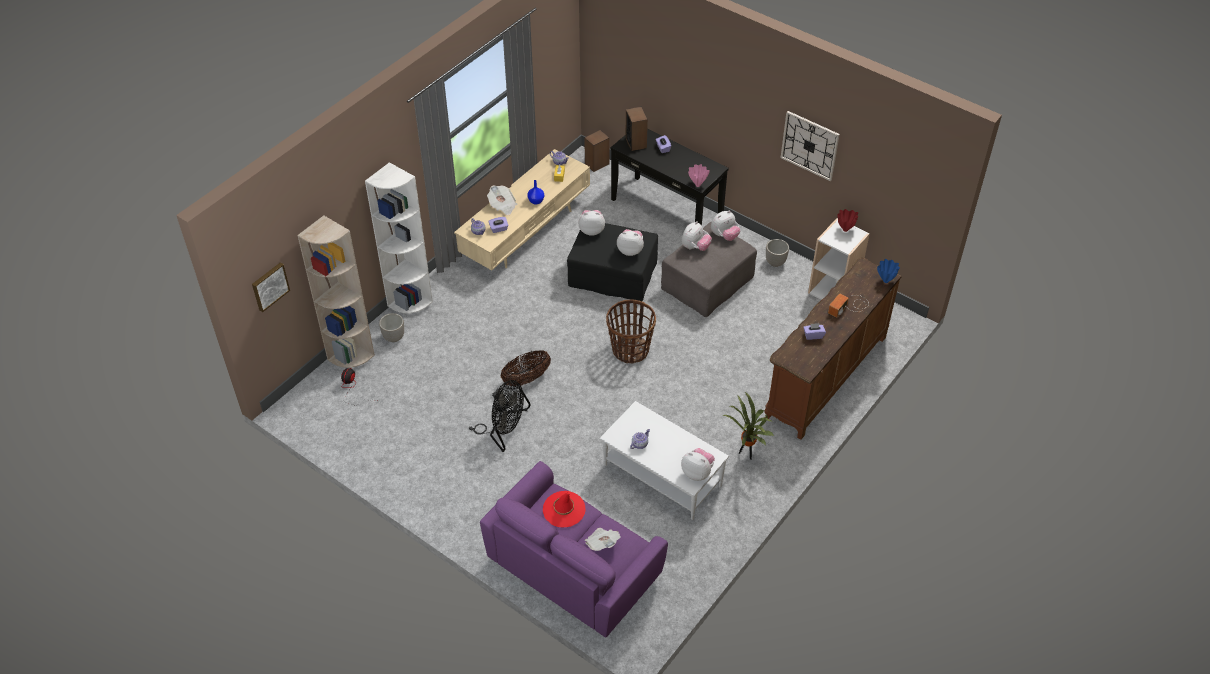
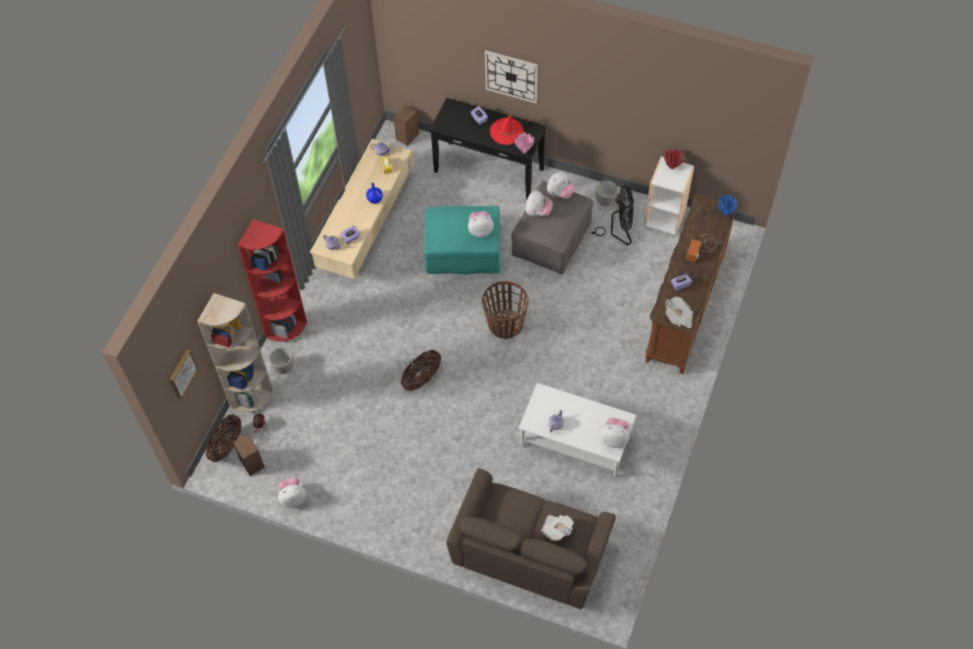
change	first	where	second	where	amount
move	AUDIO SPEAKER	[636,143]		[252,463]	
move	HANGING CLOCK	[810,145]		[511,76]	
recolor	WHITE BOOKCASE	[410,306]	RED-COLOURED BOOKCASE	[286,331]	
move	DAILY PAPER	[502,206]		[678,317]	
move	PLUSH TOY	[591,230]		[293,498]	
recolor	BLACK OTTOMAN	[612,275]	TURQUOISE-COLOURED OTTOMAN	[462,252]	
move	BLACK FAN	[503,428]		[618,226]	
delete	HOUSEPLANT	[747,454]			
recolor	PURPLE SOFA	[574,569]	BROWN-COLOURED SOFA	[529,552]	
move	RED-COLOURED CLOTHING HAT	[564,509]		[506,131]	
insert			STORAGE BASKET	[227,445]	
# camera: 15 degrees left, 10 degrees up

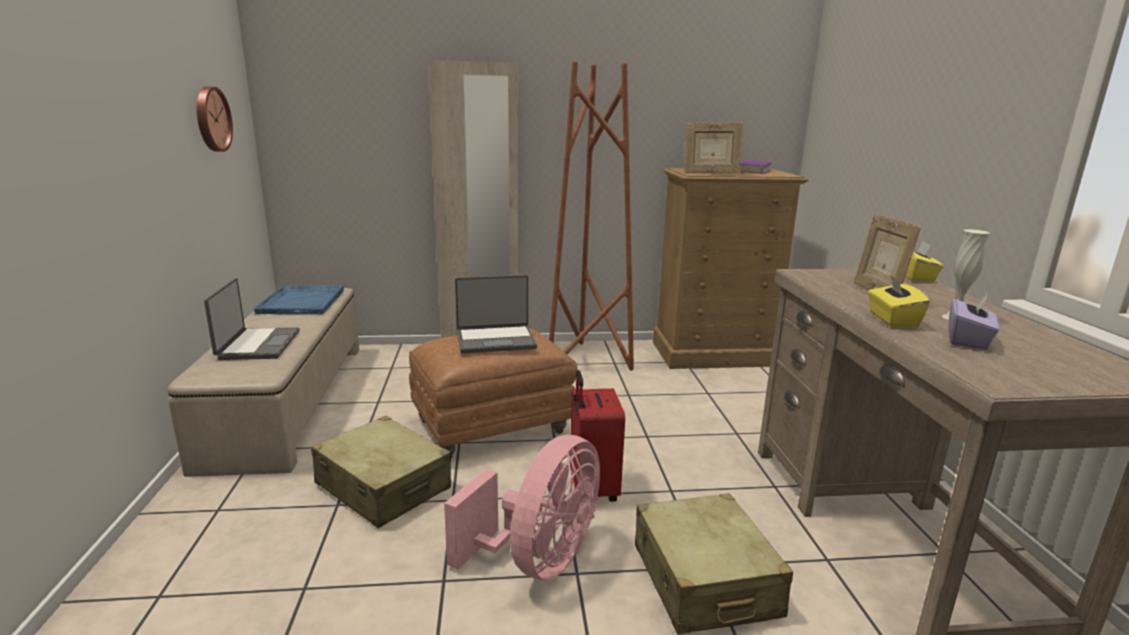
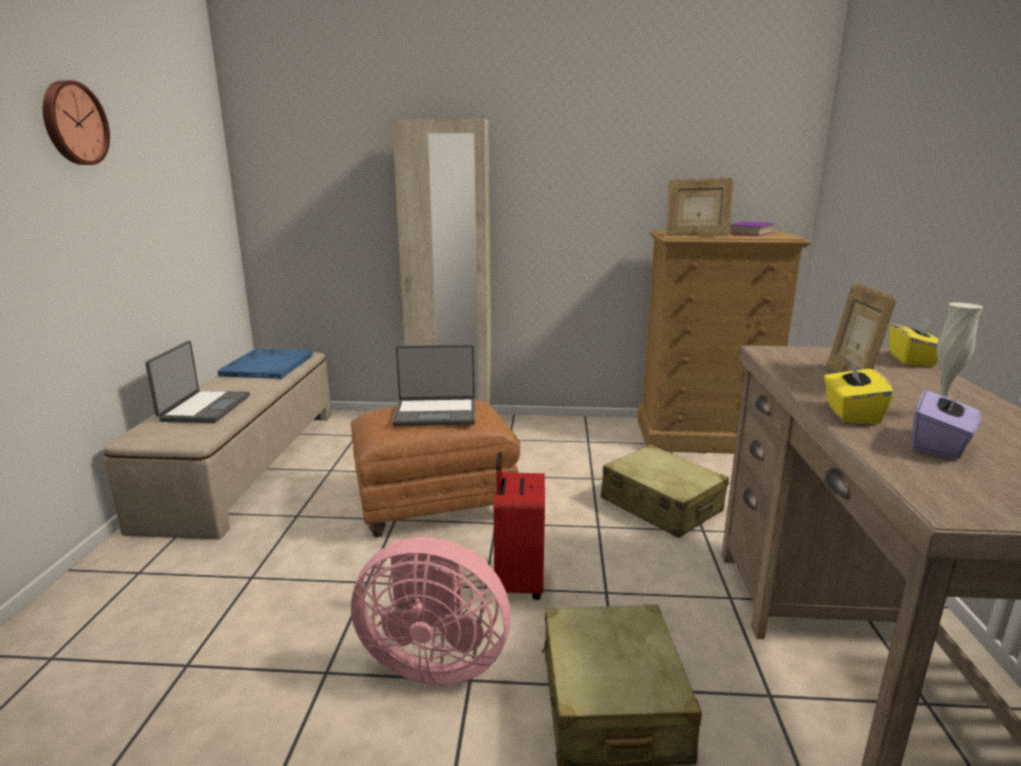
change	first	where	second	where	amount
delete	BROWN-COLOURED CLOTHES RACK	[587,361]			
move	HANGING CLOCK	[211,119]		[73,123]	
move	SAND-COLOURED PIECE OF LUGGAGE	[383,486]		[661,505]	
rotate	PINK FAN	[538,560]		[433,660]	60 degrees clockwise
# camera: 10 degrees right, 0 degrees up

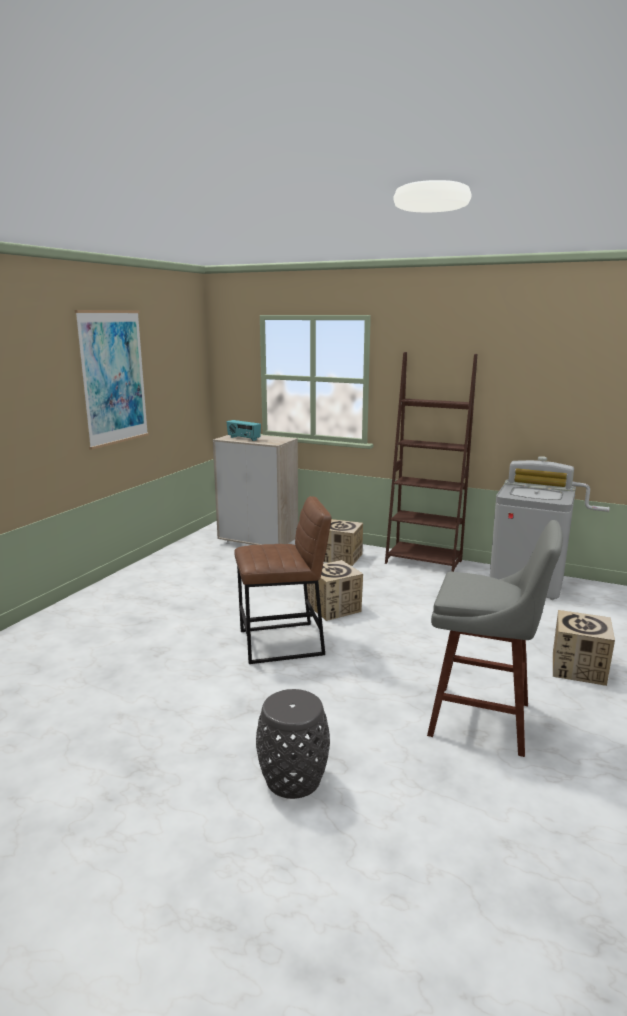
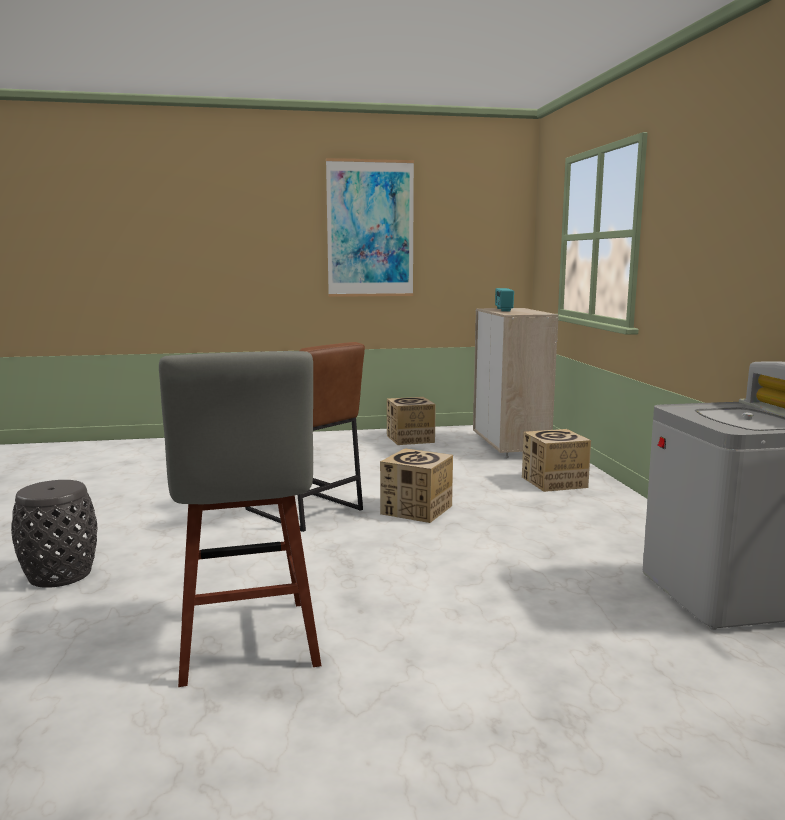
change	first	where	second	where	amount
delete	BROWN-COLOURED BOOKCASE	[423,562]			
move	CARTON	[578,668]		[410,439]	
# camera: 55 degrees right, 5 degrees down

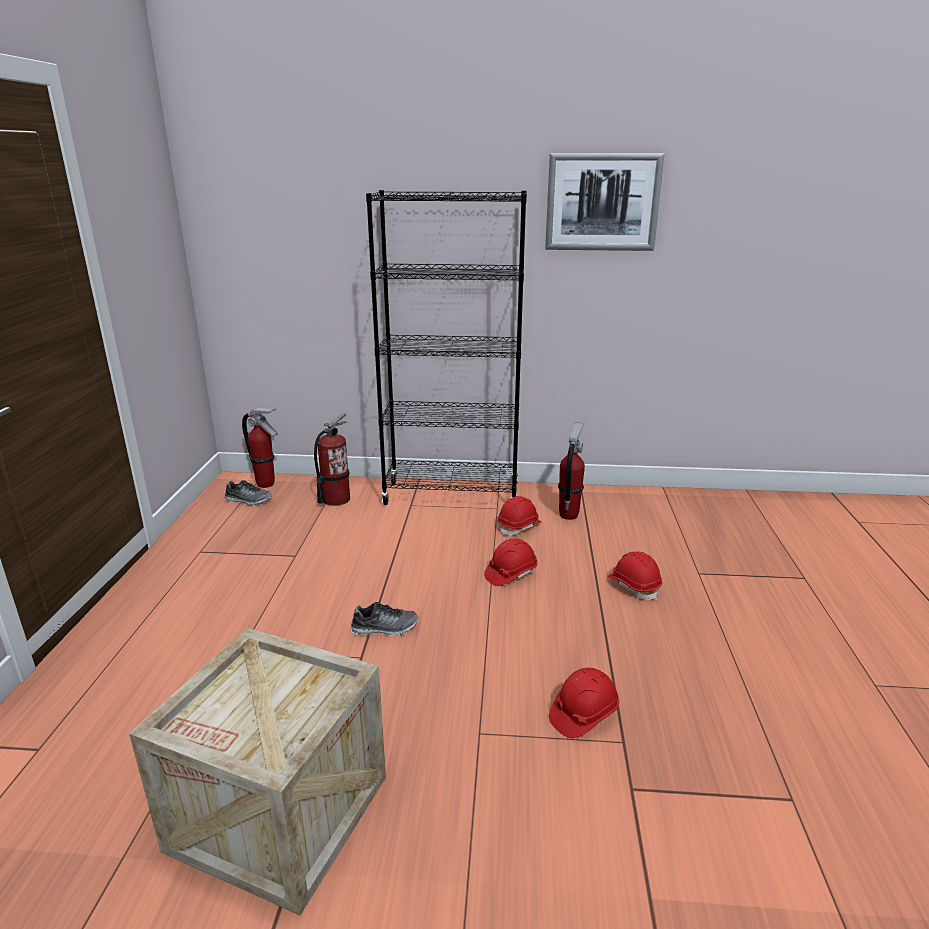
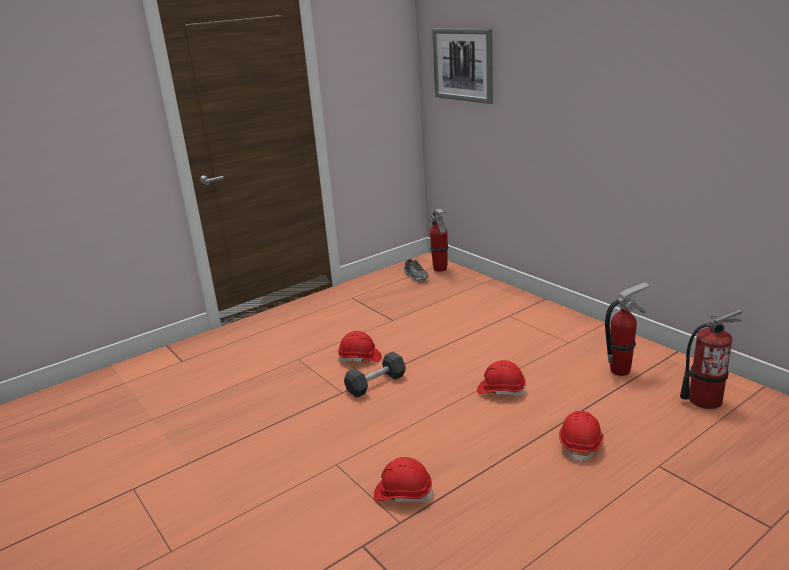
change	first	where	second	where	amount
move	WALL ART	[602,202]		[463,65]	
delete	BLACK BOOKCASE	[452,496]			
move	EXTINGUISHER	[335,499]		[704,400]	
move	RED-COLOURED SAFETY HELMET	[519,526]		[360,358]	
replace	LOW SHOE	[385,628]	BLACK HAND WEIGHT	[376,384]	
delete	CRATE	[279,812]			
# camera: 50 degrees right, 0 degrees up

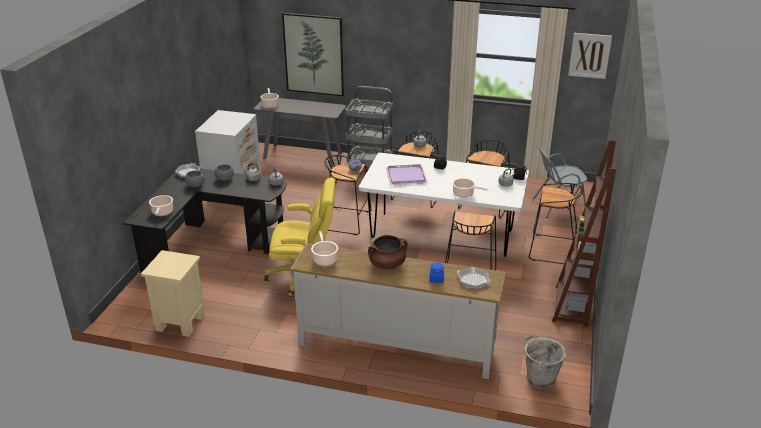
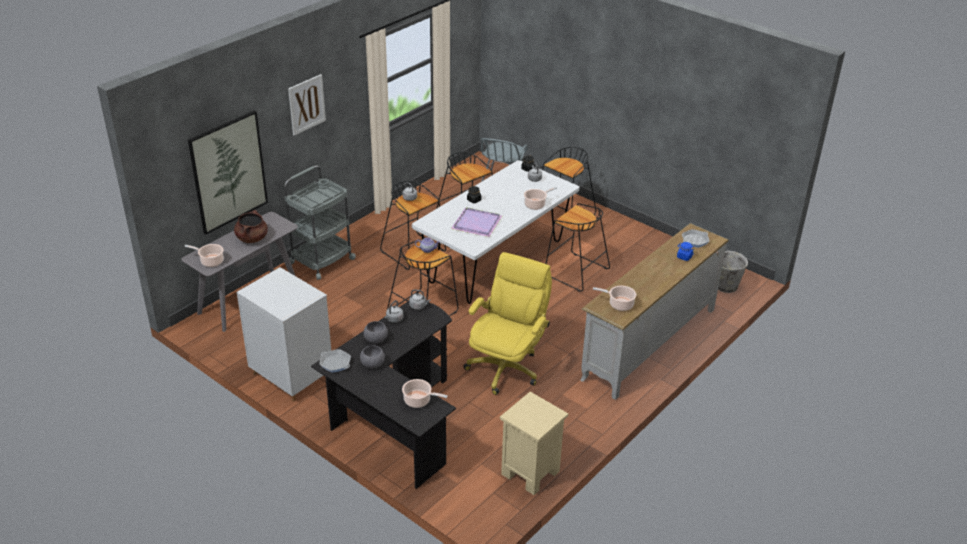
change	first	where	second	where	amount
move	WALL ART	[589,55]		[306,104]	
delete	BROWN-COLOURED BOOKCASE	[571,306]			
move	BROWN-COLOURED COOKING POT	[387,264]		[252,238]	
# camera: 65 degrees left, 5 degrees up

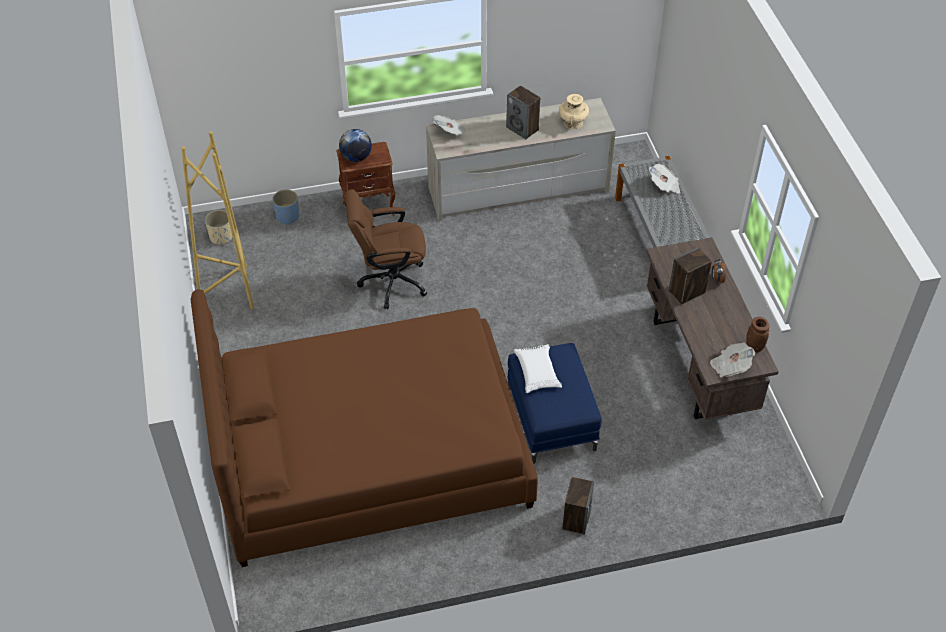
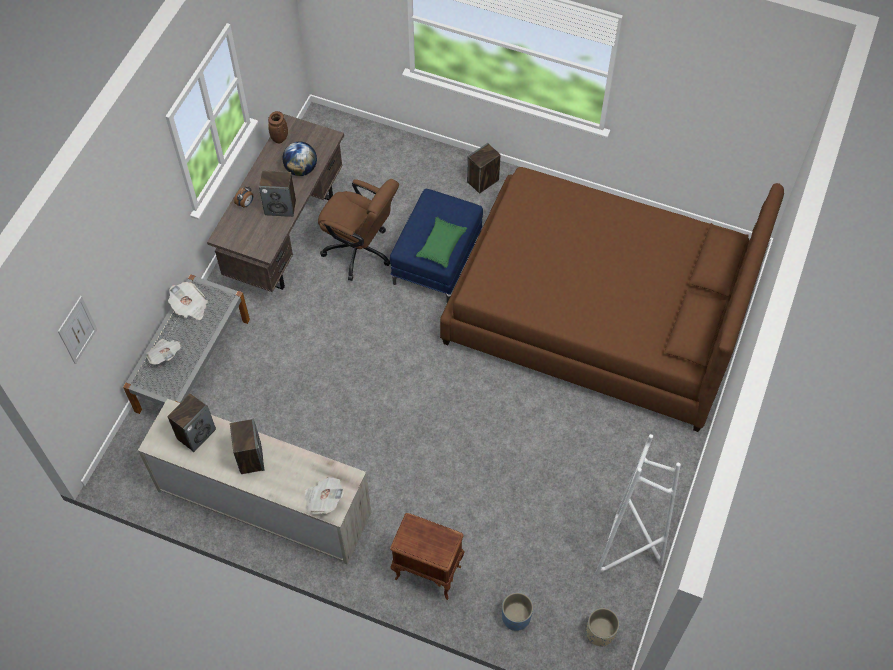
change	first	where	second	where	amount
replace	SAND-COLOURED VASE	[573,123]	AUDIO SPEAKER	[196,434]	
move	DESK GLOBE	[356,157]		[301,169]	
recolor	YELLOW-COLOURED CLOTHES RACK	[232,291]	WHITE CLOTHES RACK	[625,551]	
move	BROWN-COLOURED COMPUTER CHAIR	[390,283]		[361,252]	
move	DAILY PAPER	[730,366]		[190,307]	
recolor	WHITE CUSHION	[537,371]	GREENISH CUSHION	[441,244]	
insert			WALL ART	[77,330]	
# camera: 145 degrees left, 10 degrees up

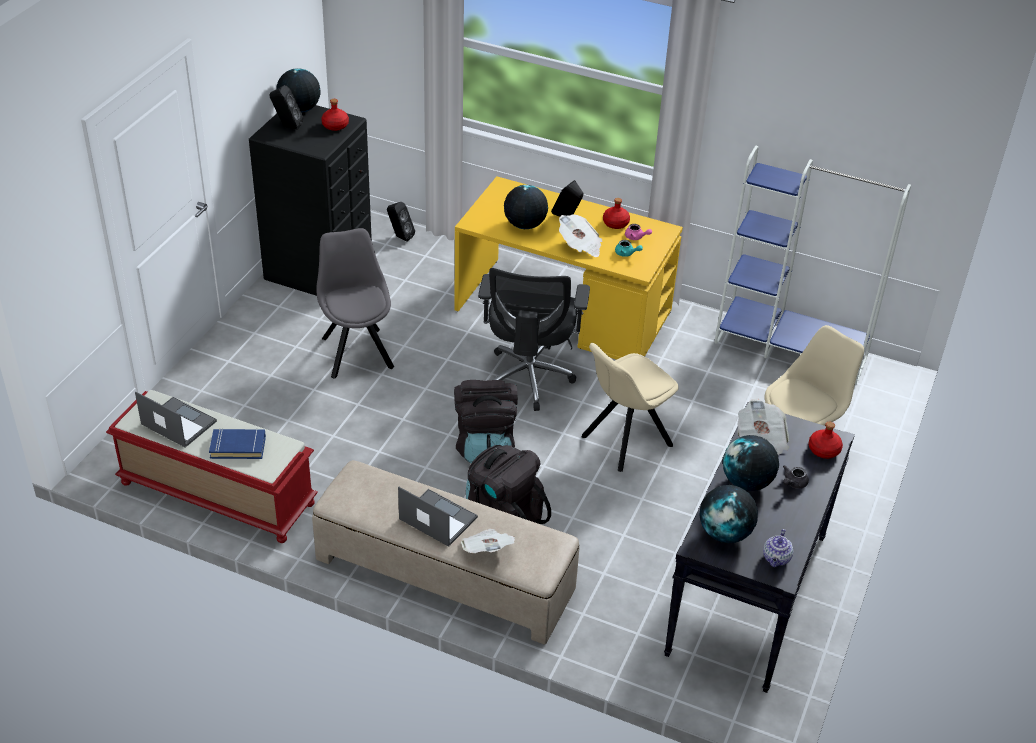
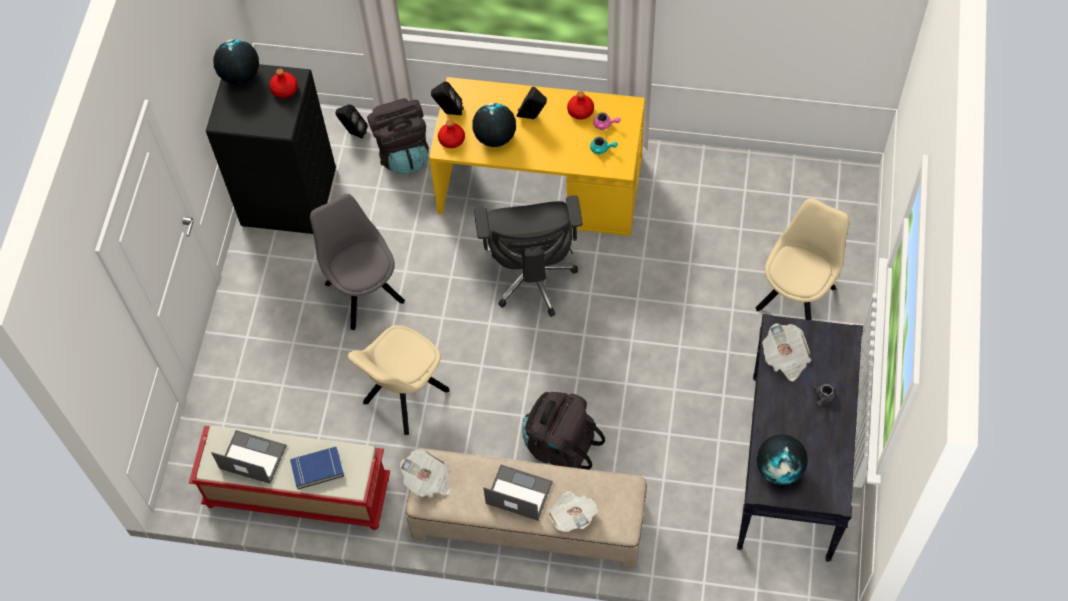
change	first	where	second	where	amount
move	BLACK AUDIO SPEAKER	[287,127]		[448,112]	
delete	BLUE CLOTHES RACK	[791,351]			
move	DAILY PAPER	[580,246]		[428,480]	
move	SAND-COLOURED PLAIN CHAIR	[625,441]		[405,396]	
move	BLACK BACKPACK	[485,446]		[402,152]	
move	RED-COLOURED BEVERAGE BOTTLE	[823,450]		[451,139]	
delete	DESK GLOBE	[747,482]			
delete	TEA POT	[776,559]			
# camera: 10 degrees left, 20 degrees up

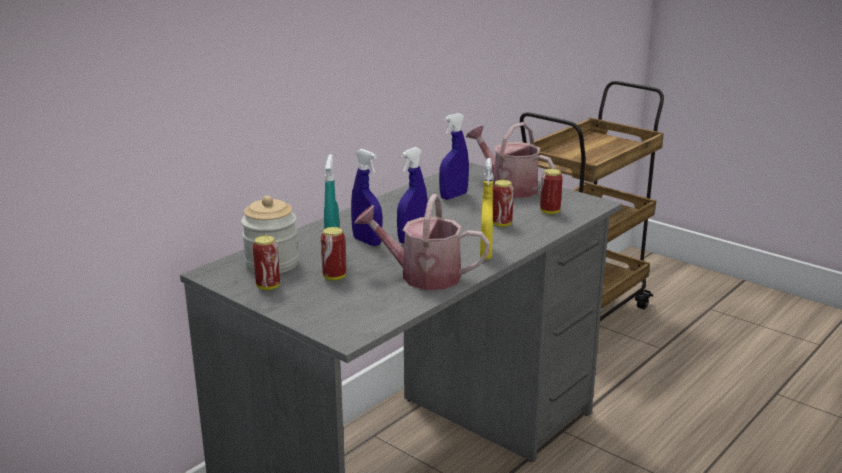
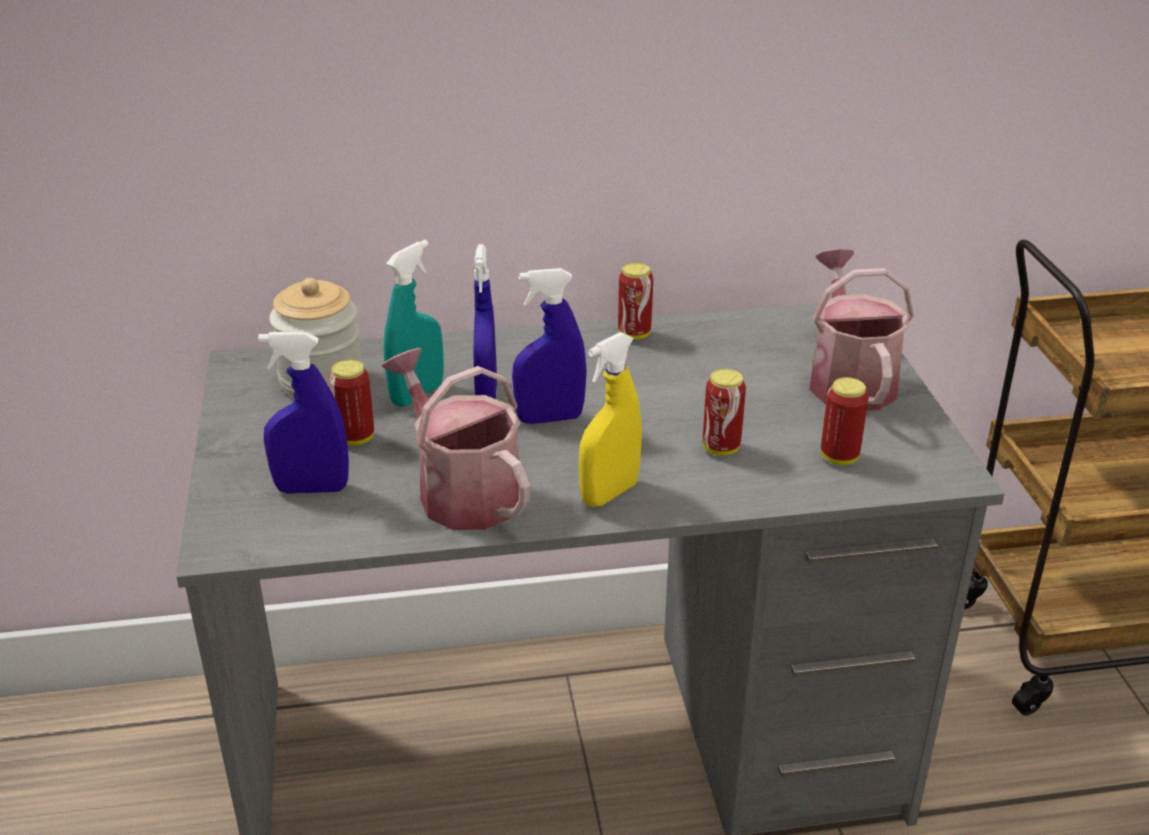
change	first	where	second	where	amount
move	BLUE HAND SPRAYER	[453,196]		[312,489]	
move	SEALED CAN	[268,287]		[634,334]	
# camera: 40 degrees right, 10 degrees up

